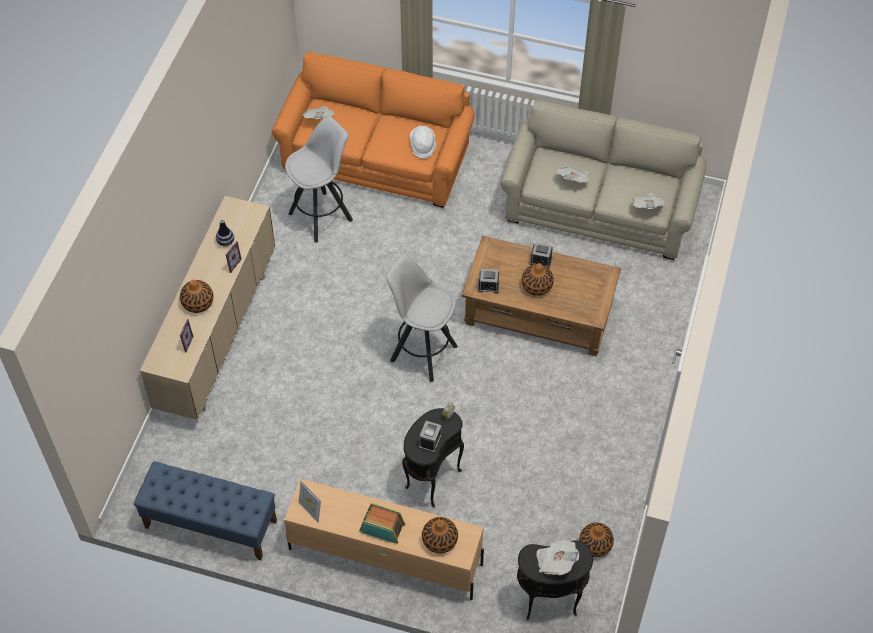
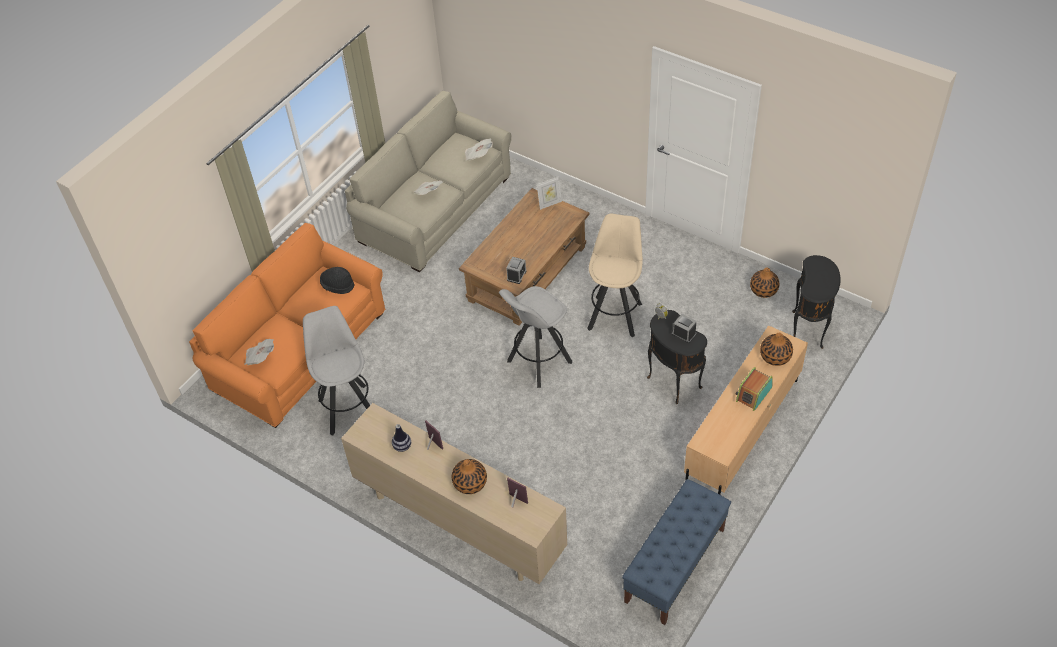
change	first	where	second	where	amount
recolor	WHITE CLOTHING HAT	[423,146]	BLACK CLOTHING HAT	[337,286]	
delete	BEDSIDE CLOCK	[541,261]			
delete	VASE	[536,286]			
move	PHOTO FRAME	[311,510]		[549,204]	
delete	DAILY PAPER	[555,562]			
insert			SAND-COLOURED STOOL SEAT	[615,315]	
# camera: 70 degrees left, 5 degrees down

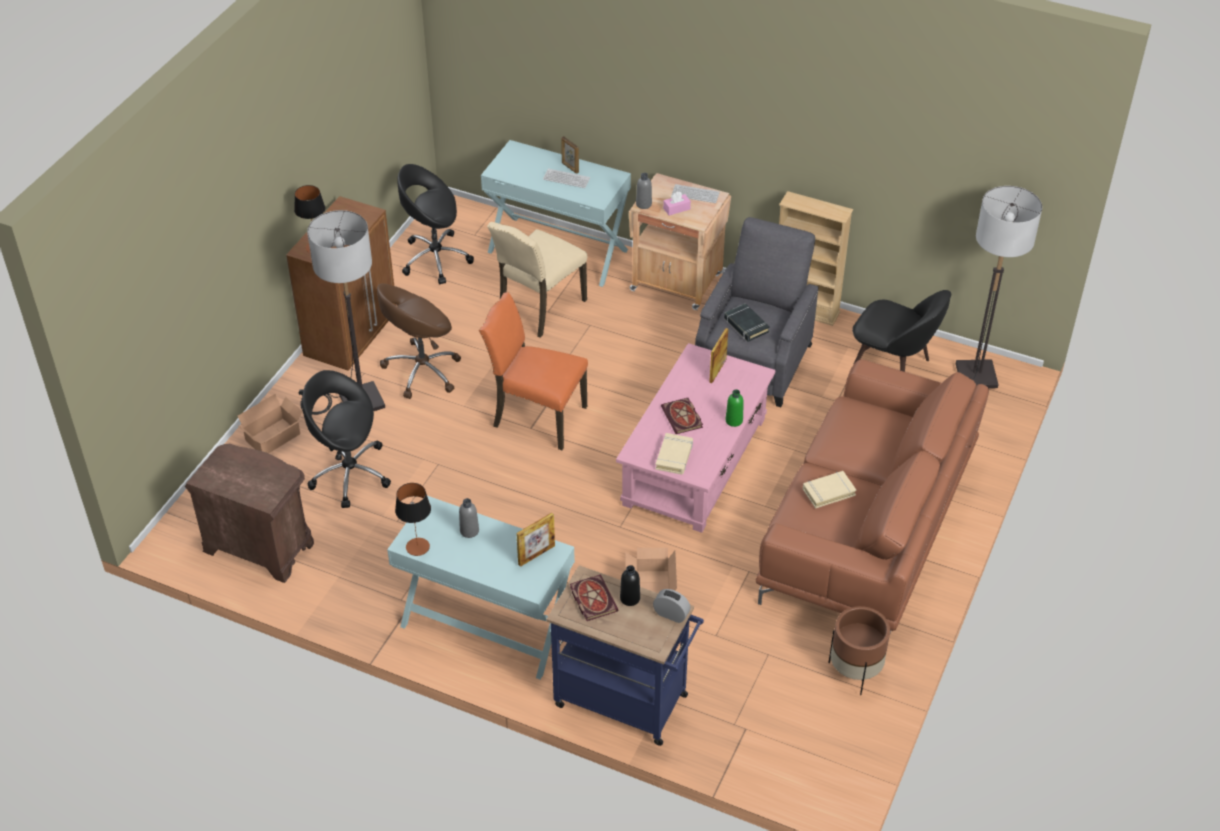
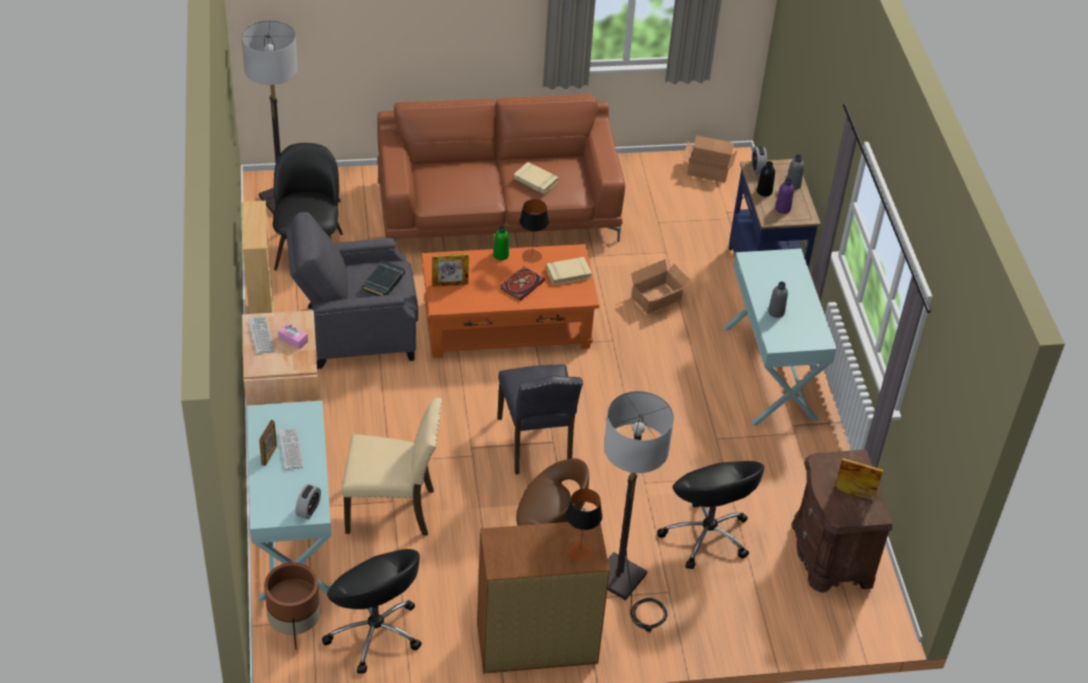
change	first	where	second	where	amount
move	GREYISH BEVERAGE BOTTLE	[643,204]		[793,185]	
recolor	ORANGE-COLOURED PLAIN CHAIR	[537,417]	GREYISH PLAIN CHAIR	[537,444]	
recolor	PINK COFFEE TABLE	[694,461]	ORANGE-COLOURED COFFEE TABLE	[507,325]	
move	CARTON	[275,437]		[707,169]	
move	LAMP FOR A TABLE	[417,547]		[531,256]	
move	PHOTO FRAME	[536,555]		[854,494]	
replace	BOOK	[592,598]	PURPLE BEVERAGE BOTTLE	[782,208]	
move	BROWN-COLOURED PLANT POT	[855,672]		[295,626]	
insert			BEDSIDE CLOCK	[308,510]	
# camera: 125 degrees left, 0 degrees up

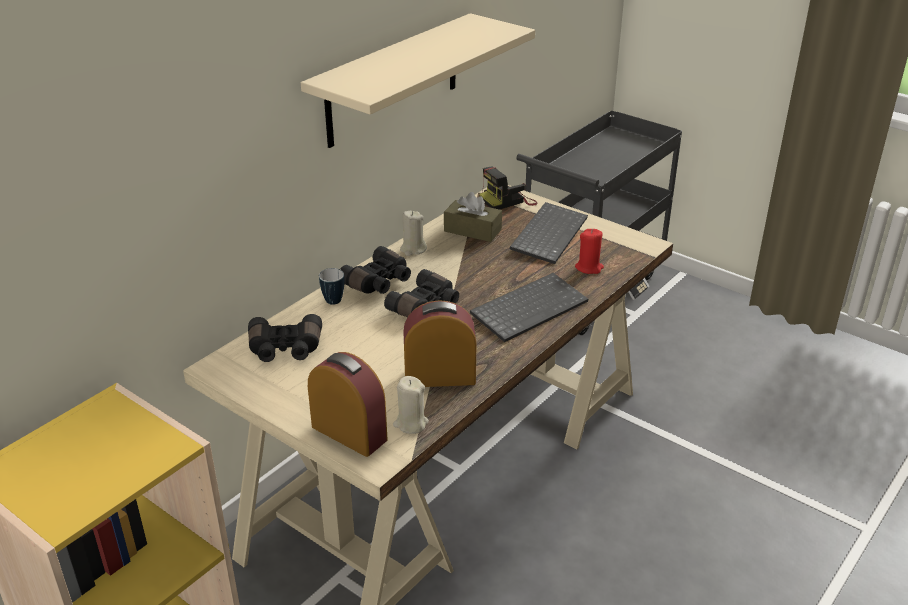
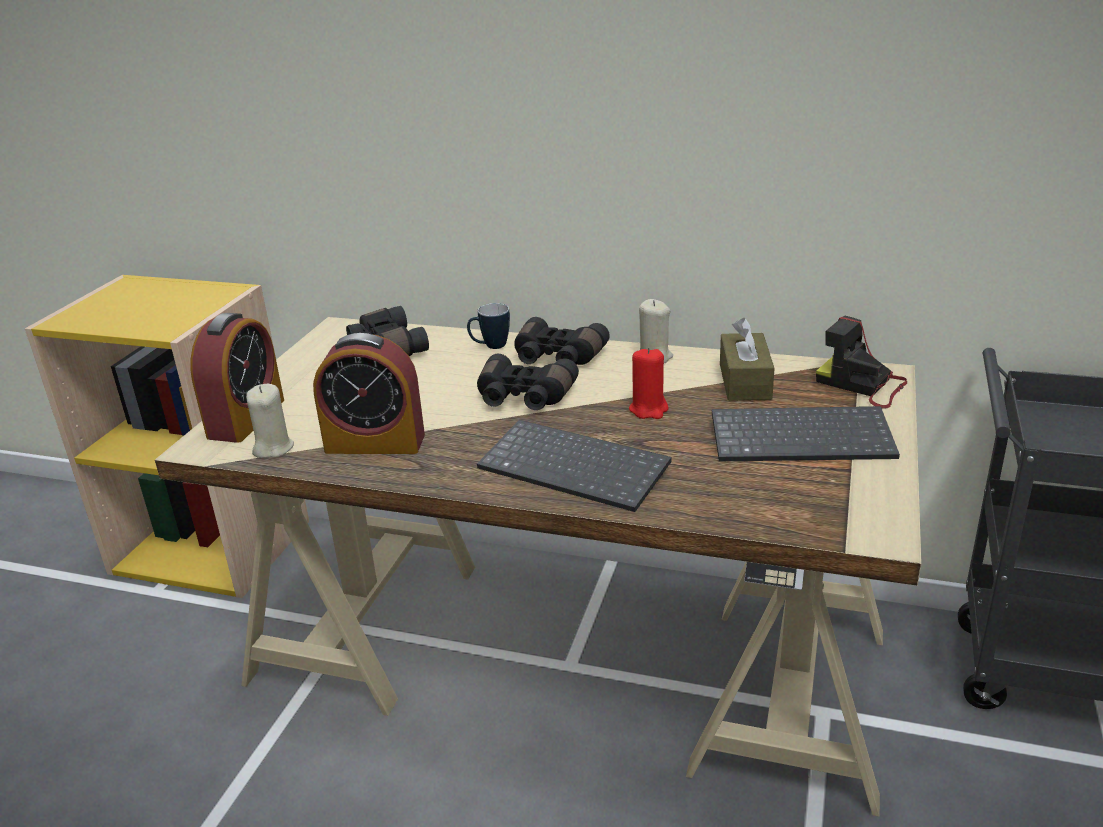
change	first	where	second	where	amount
delete	SAND-COLOURED BRACKET SHELF	[393,80]			
move	RED-COLOURED WAX LIGHT	[589,268]		[649,409]	
rotate	BEDSIDE CLOCK	[440,376]		[375,443]	120 degrees clockwise
# camera: 70 degrees right, 5 degrees down

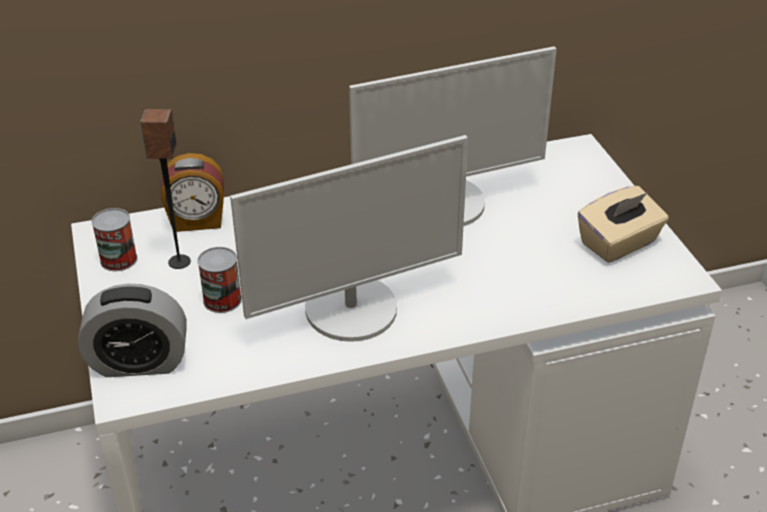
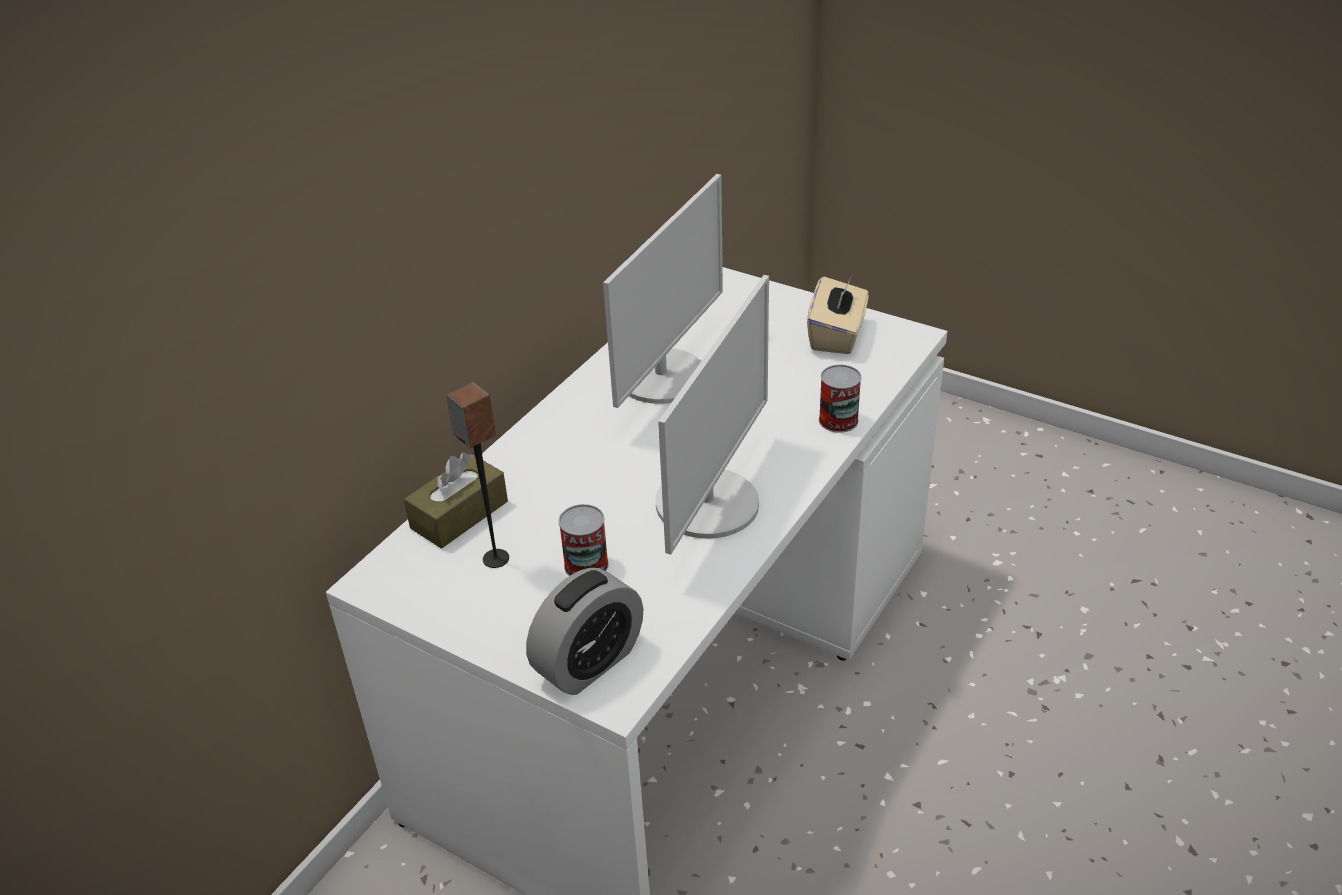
change	first	where	second	where	amount
replace	BEDSIDE CLOCK	[197,221]	BROWN-COLOURED TISSUE HOLDER	[459,515]	
move	SEALED CAN	[118,259]		[838,420]	
# camera: 40 degrees left, 0 degrees up

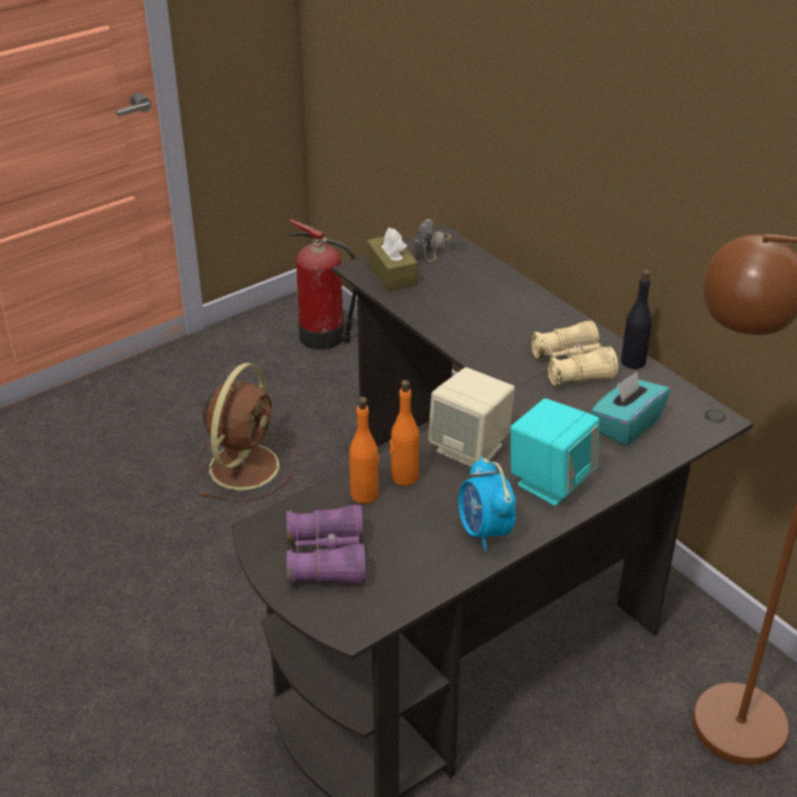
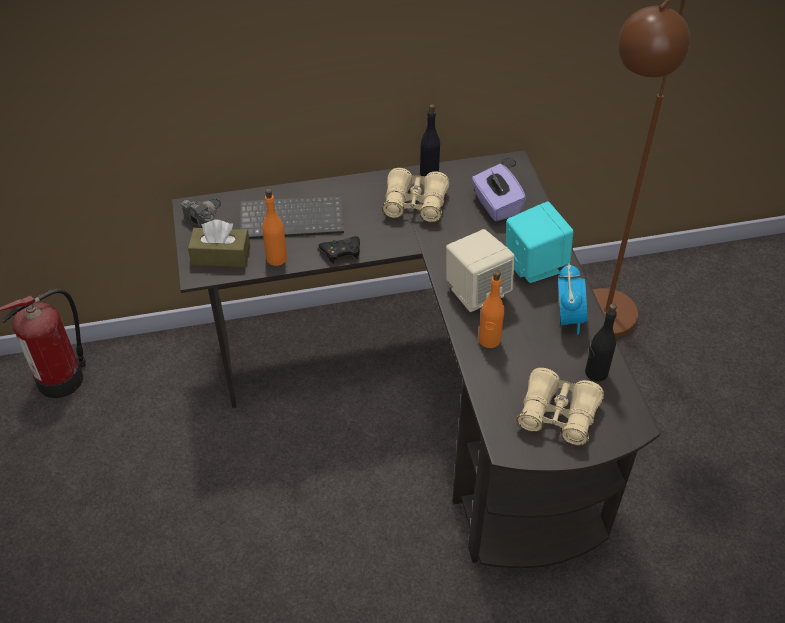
change	first	where	second	where	amount
delete	BROWN-COLOURED FAN	[245,464]			
recolor	TURQUOISE-COLOURED TISSUE HOLDER	[626,425]	PURPLE TISSUE HOLDER	[496,205]	
move	ORANGE-COLOURED BEVERAGE BOTTLE	[365,494]		[276,258]	
rotate	BEDSIDE CLOCK	[484,531]		[569,318]	90 degrees counterclockwise
recolor	PURPLE PAIR OF BINOCULARS	[327,558]	SAND-COLOURED PAIR OF BINOCULARS	[557,415]	
insert			PC KEYBOARD	[293,218]	
insert			BLACK GAMEPAD	[341,252]	
insert			BLACK BEVERAGE BOTTLE	[596,372]	
# camera: 65 degrees left, 10 degrees up

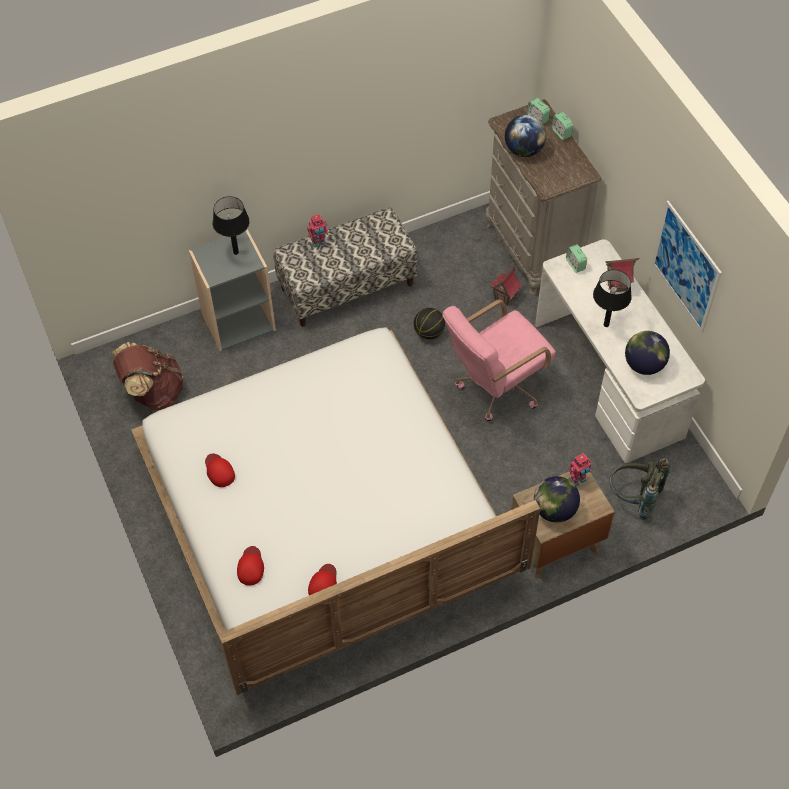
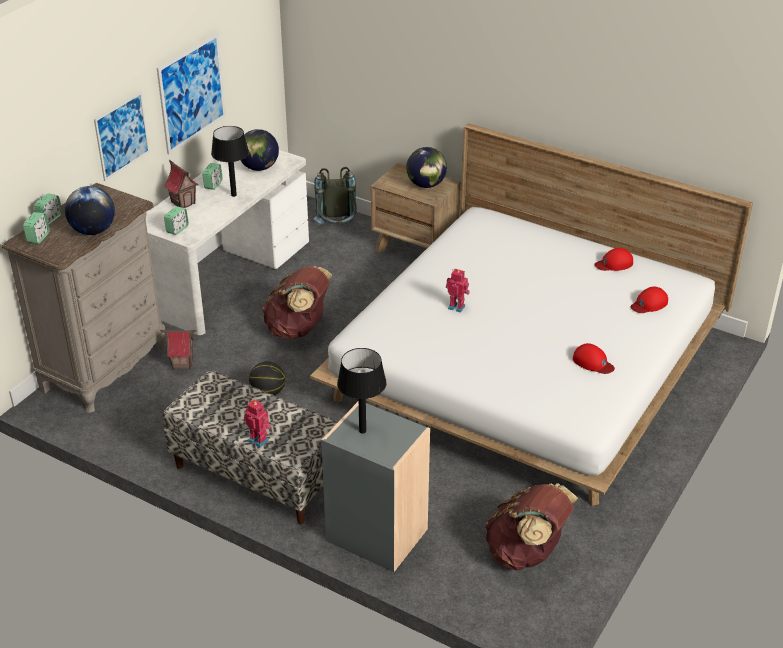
change	first	where	second	where	amount
replace	PINK COMPUTER CHAIR	[495,390]	BROWN-COLOURED BACKPACK	[298,329]	
move	TOY ROBOT	[578,480]		[457,306]	
rotate	RED-COLOURED PEAKED CAP	[219,471]		[593,362]	75 degrees counterclockwise
insert			WALL ART	[122,135]	
insert			BEDSIDE CLOCK	[213,185]	
# camera: 125 degrees left, 20 degrees down

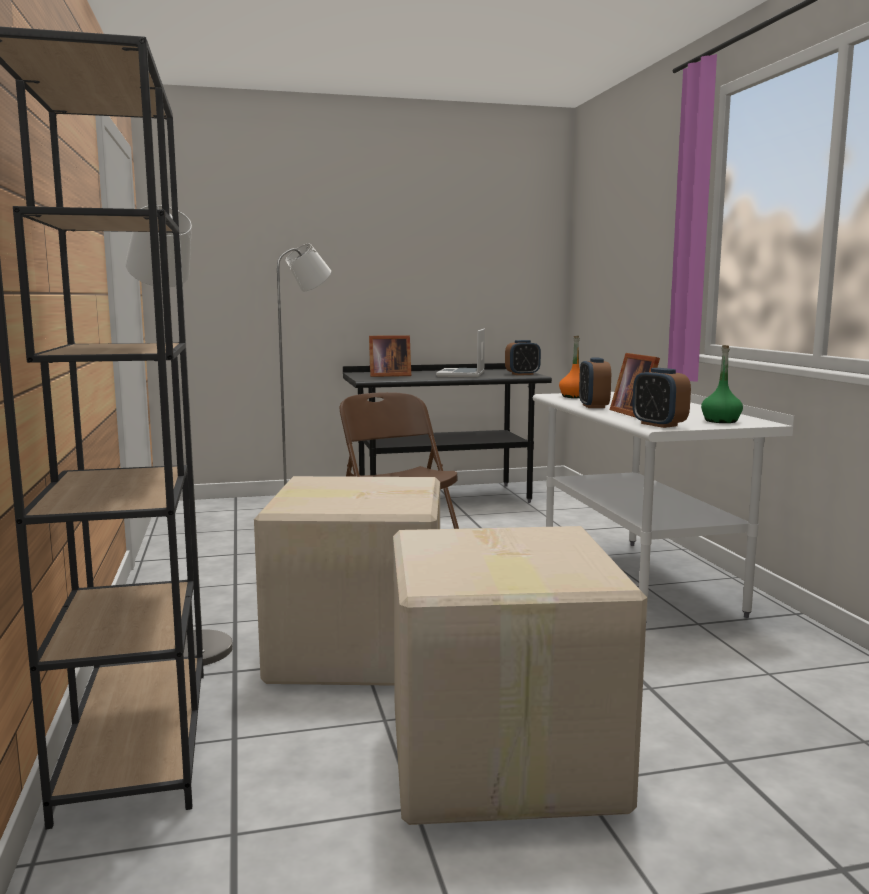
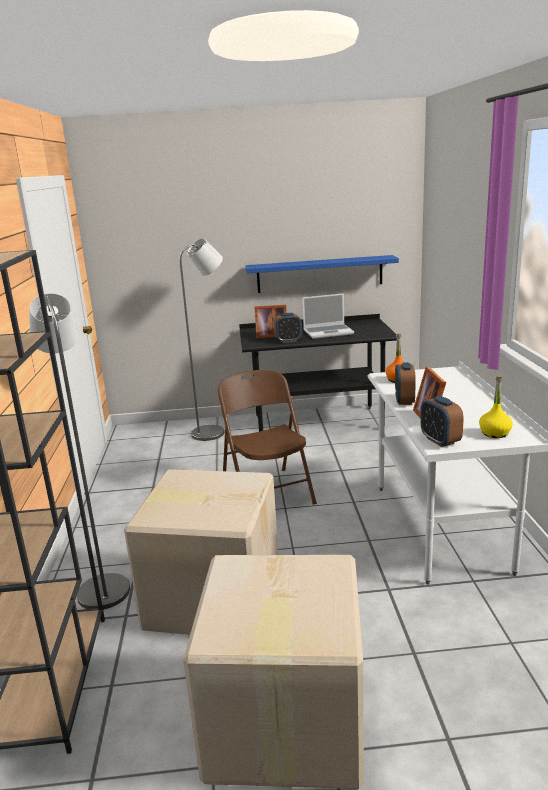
change	first	where	second	where	amount
rotate	LAPTOP	[462,374]		[328,332]	120 degrees counterclockwise
move	BEDSIDE CLOCK	[522,374]		[288,340]	
recolor	GREENISH BEVERAGE BOTTLE	[720,421]	YELLOW-COLOURED BEVERAGE BOTTLE	[494,433]	
insert			BLUE BRACKET SHELF	[319,274]	
# camera: 10 degrees right, 10 degrees up

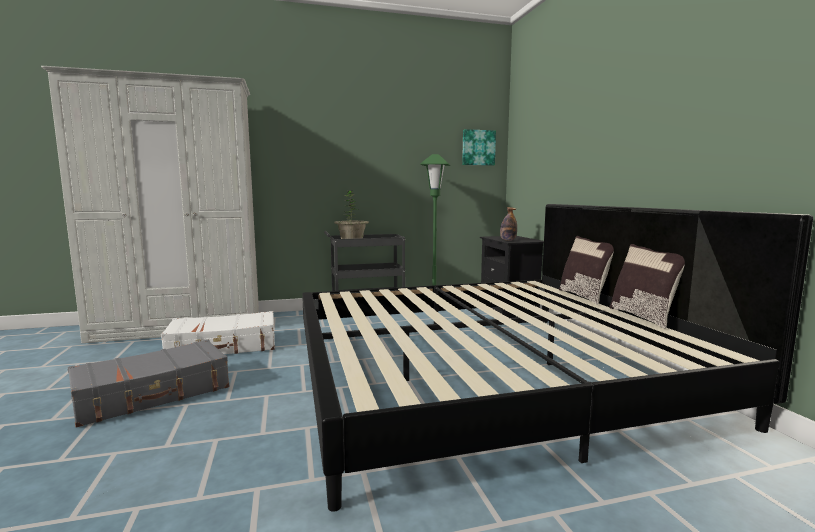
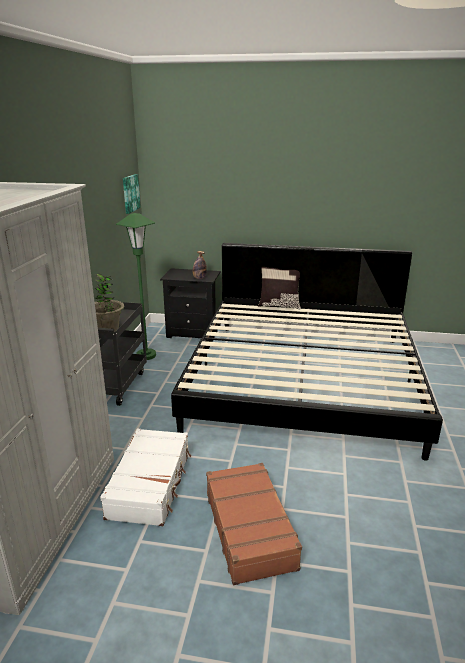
change	first	where	second	where	amount
delete	CUSHION	[644,317]			
recolor	GREYISH PIECE OF LUGGAGE	[153,394]	BROWN-COLOURED PIECE OF LUGGAGE	[250,529]	
# camera: 65 degrees left, 15 degrees up

